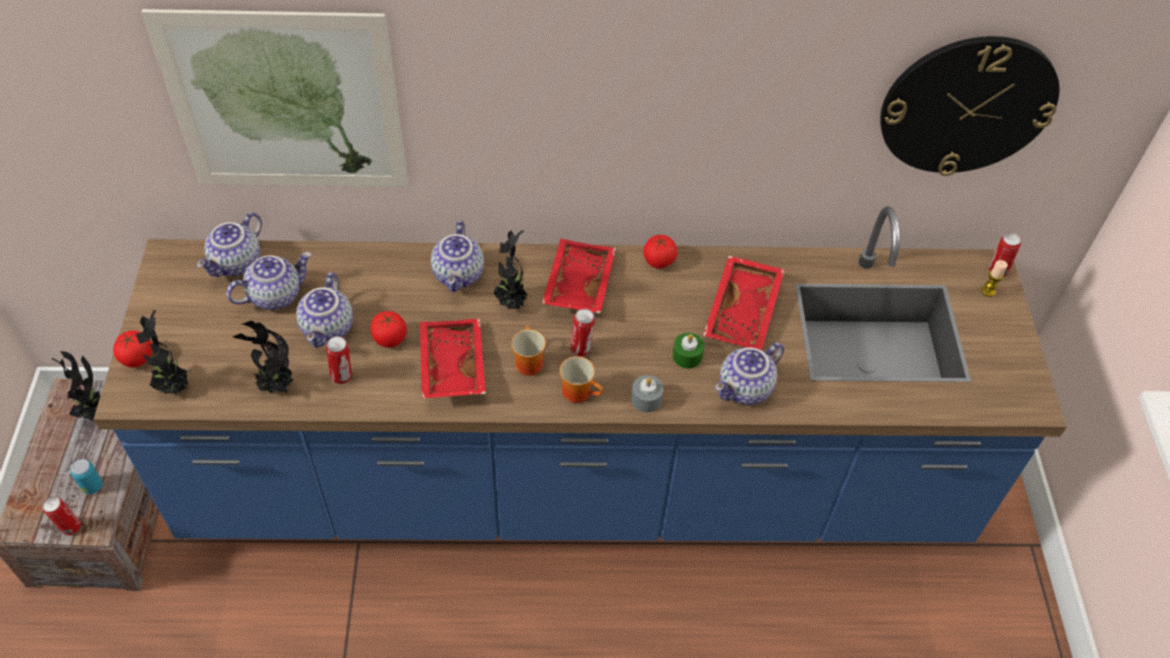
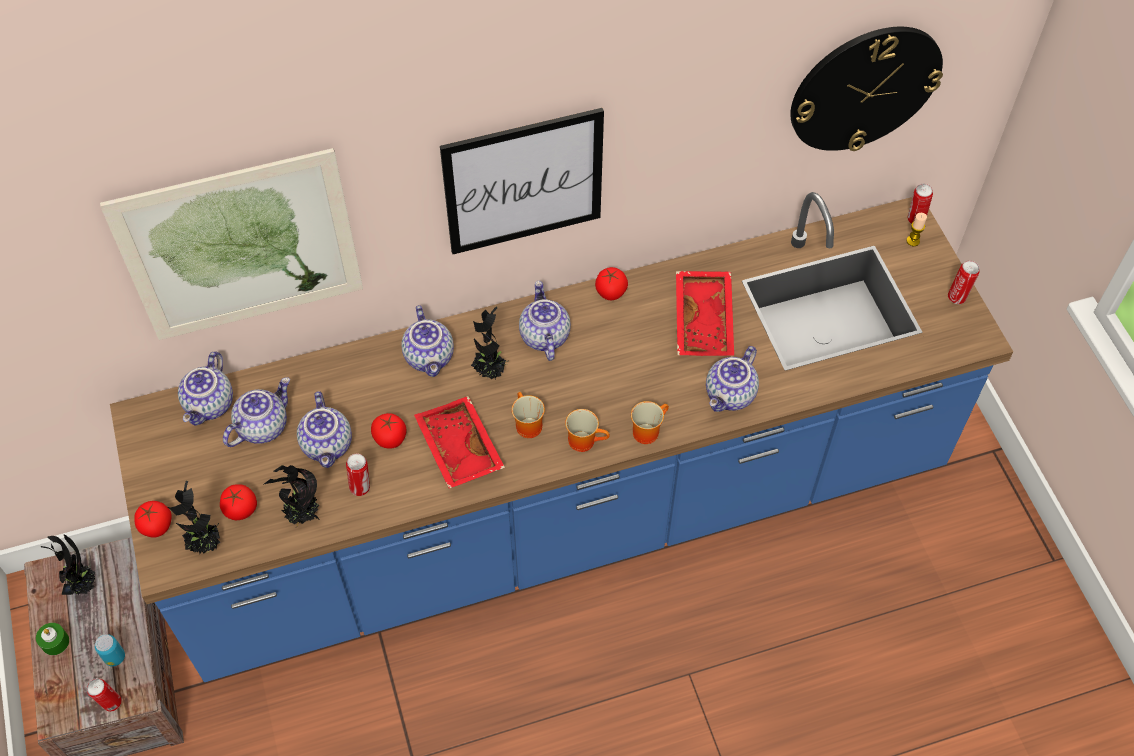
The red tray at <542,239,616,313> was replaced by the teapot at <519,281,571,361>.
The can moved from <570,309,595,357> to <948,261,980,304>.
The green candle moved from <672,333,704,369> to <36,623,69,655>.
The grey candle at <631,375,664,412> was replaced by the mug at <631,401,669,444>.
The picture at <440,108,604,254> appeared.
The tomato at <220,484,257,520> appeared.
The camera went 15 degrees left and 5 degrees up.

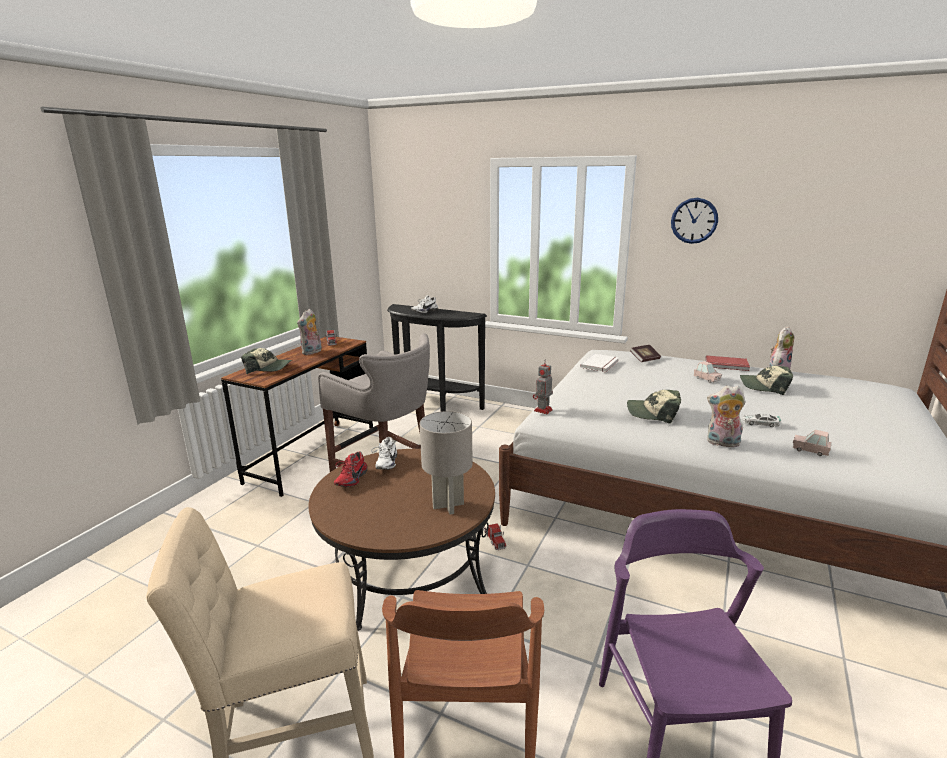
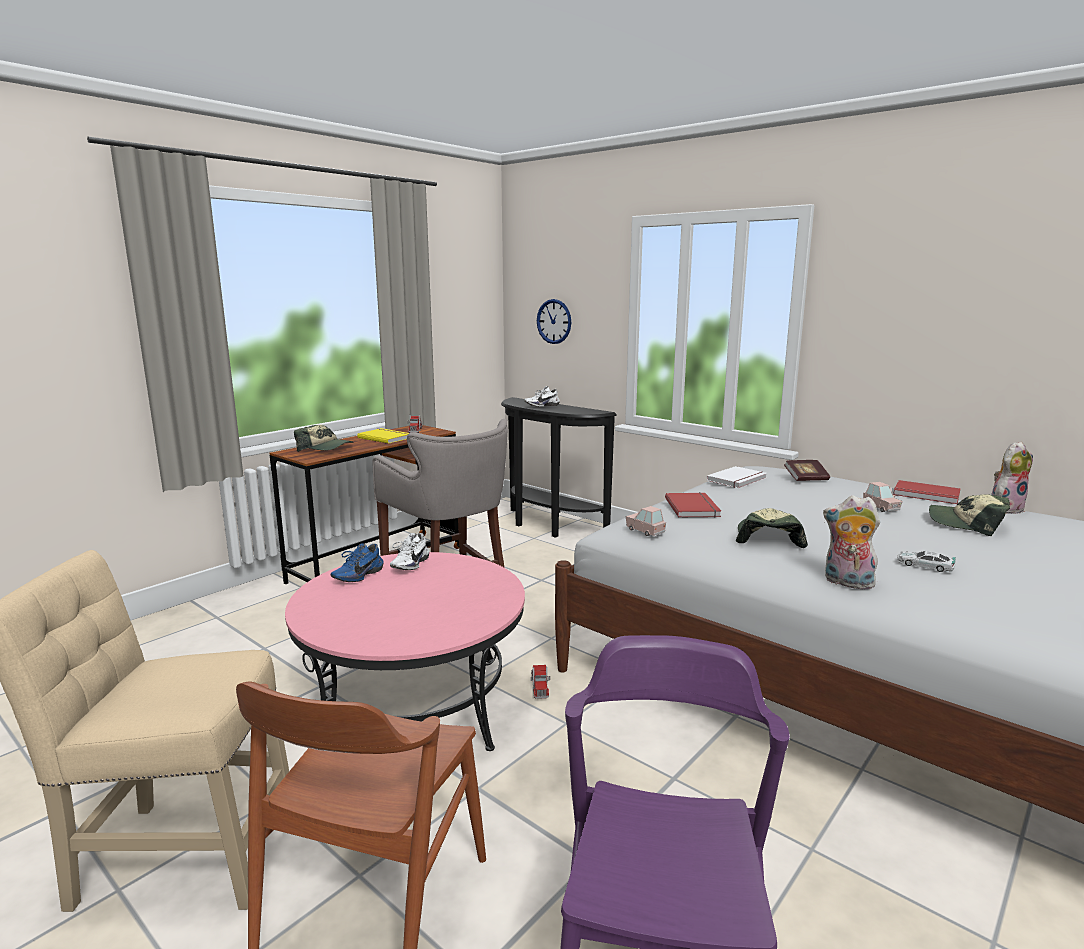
The wall clock moved from <671,198,718,244> to <537,299,571,344>.
The plush toy at <297,309,322,355> was replaced by the yellow book at <357,428,409,444>.
The toy robot at <533,361,553,414> disappeared.
The cap at <627,390,681,424> turned 75 degrees clockwise.
The grey table lamp at <420,411,473,514> disappeared.
The pink toy car moved from <793,430,832,456> to <626,506,666,536>.
The brown coffee table at <308,449,495,631> became the pink coffee table at <285,552,525,751>.
The red shoe at <334,452,367,487> became the blue shoe at <331,543,383,582>.
The red book at <665,492,721,517> appeared.
The camera went 15 degrees right and 5 degrees down.

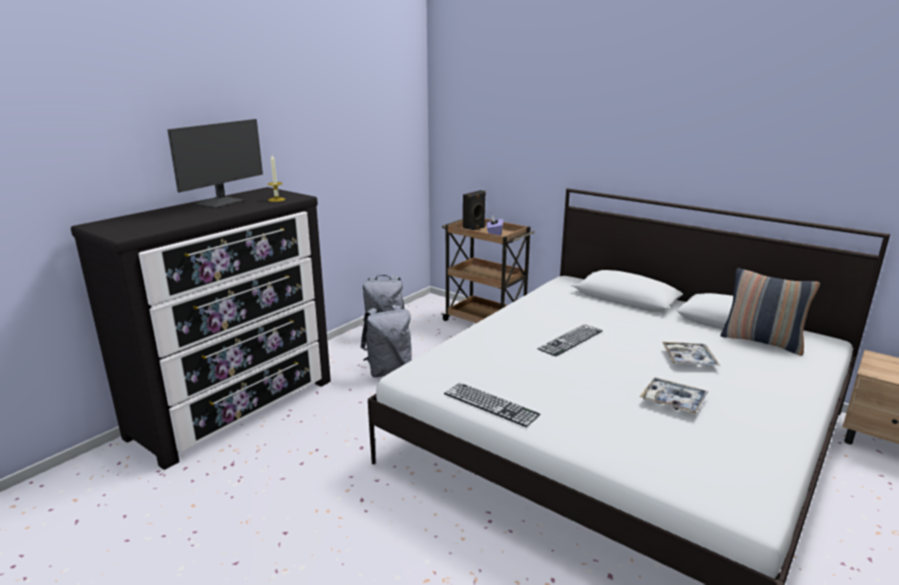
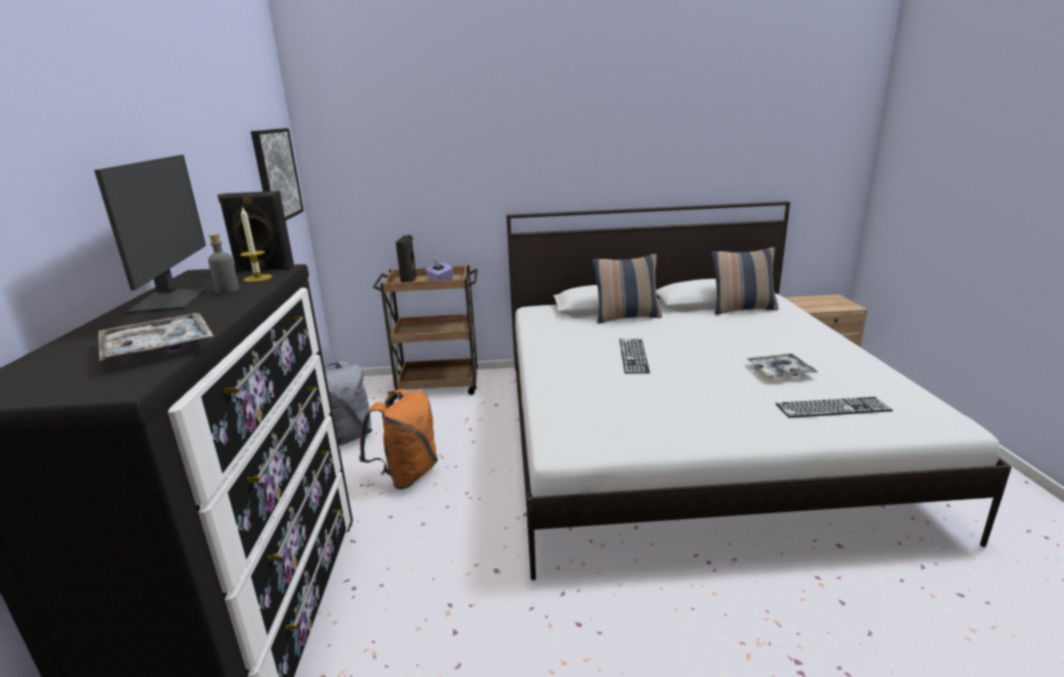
The grey backpack at <360,305,412,377> became the orange backpack at <359,389,438,489>.
The tray moved from <662,342,720,366> to <99,313,214,361>.
The keyboard moved from <444,383,540,427> to <776,397,893,418>.
The picture at <251,128,304,220> appeared.
The black speaker at <217,191,294,272> appeared.
The grey bottle at <208,234,239,294> appeared.
The pillow at <593,254,662,324> appeared.
The camera went 40 degrees left and 0 degrees up.

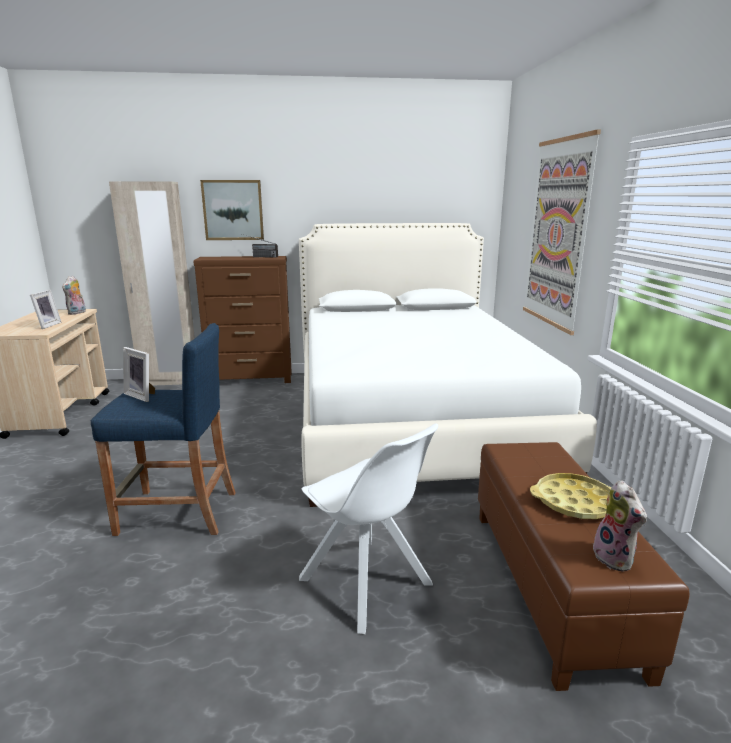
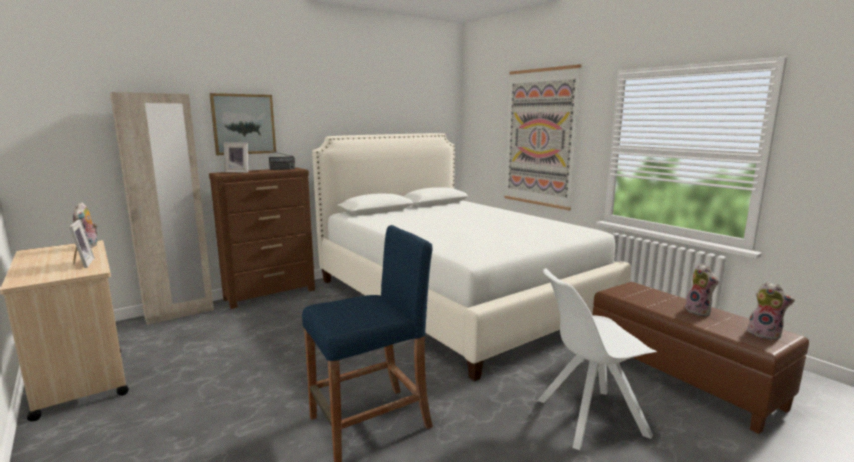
The picture frame moved from <123,347,155,402> to <224,143,248,173>.
The white chair at <299,423,438,634> turned 150 degrees clockwise.
The yellow tray at <530,473,612,519> was replaced by the plush toy at <685,264,719,316>.
The camera went 30 degrees left and 5 degrees down.

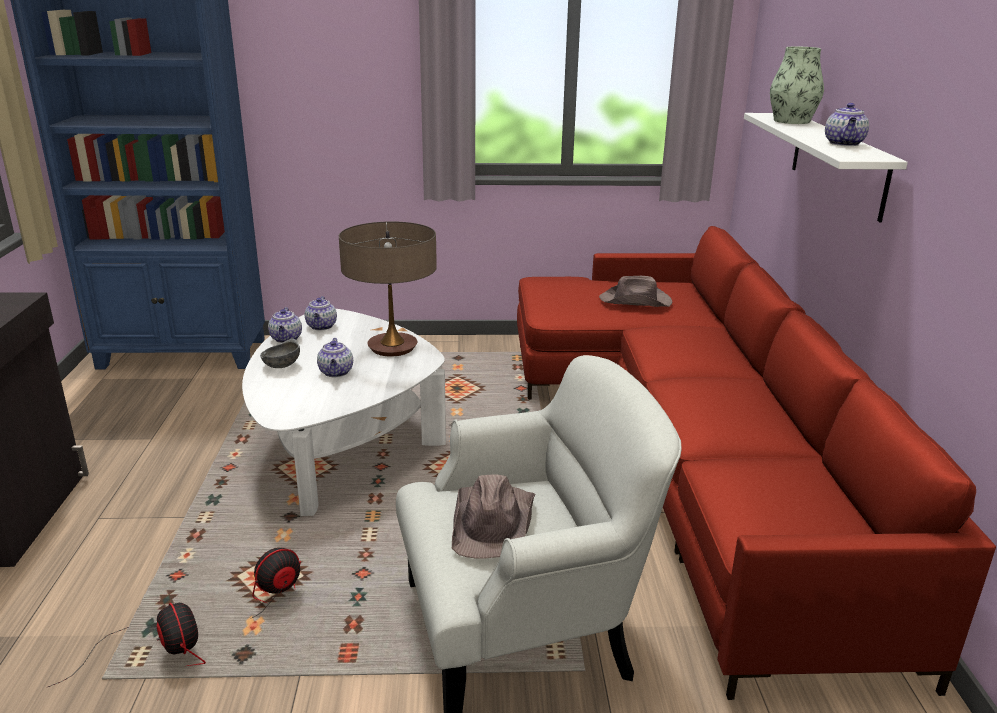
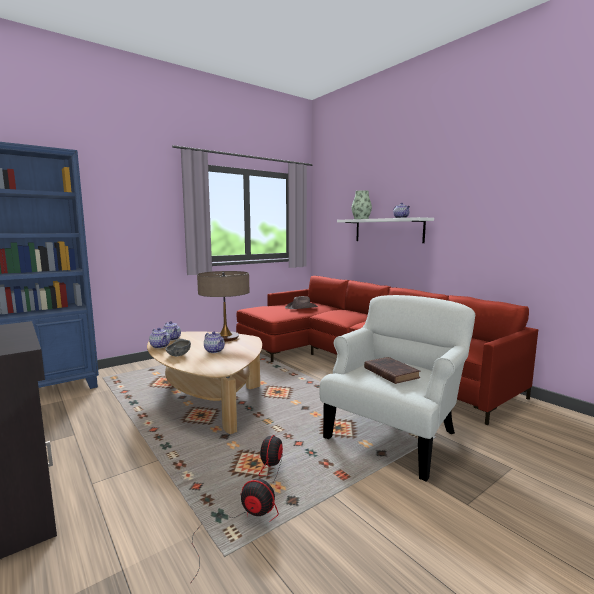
The white coffee table at <242,309,446,516> became the brown coffee table at <147,332,262,434>.
The brown hat at <452,474,535,559> was replaced by the brown book at <364,357,420,384>.
The camera went 35 degrees left and 15 degrees down.

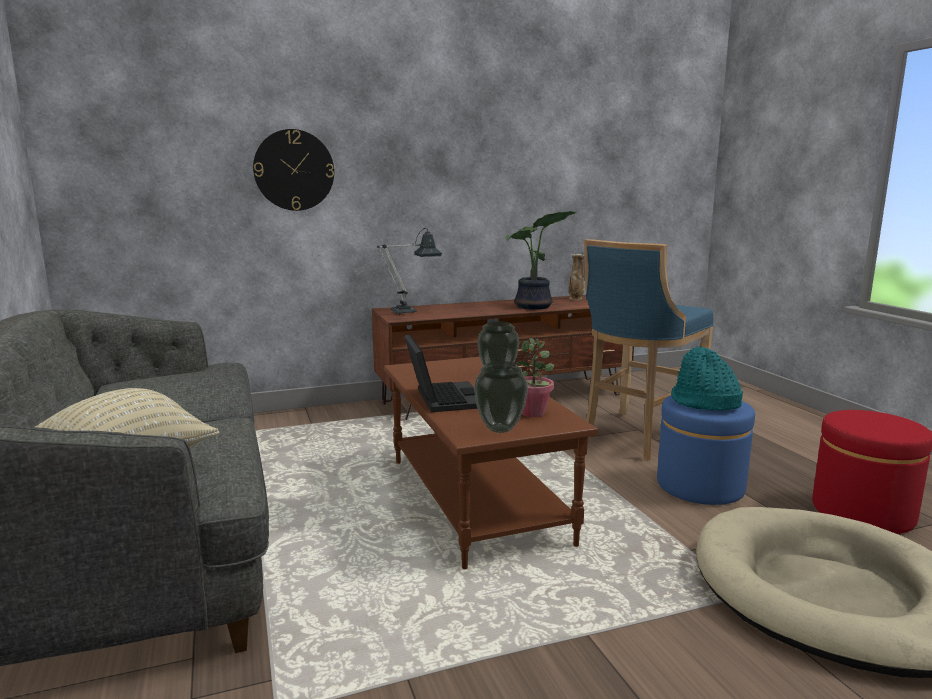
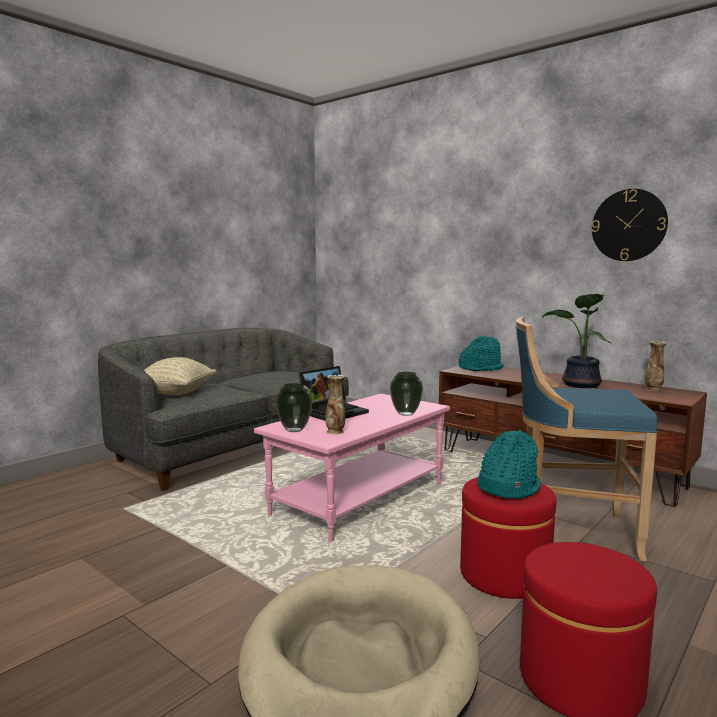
The wall clock moved from <253,129,334,211> to <591,189,668,261>.
The table lamp at <377,228,442,314> was replaced by the turquoise hat at <459,336,504,371>.
The potted plant at <516,338,554,417> was replaced by the vase at <326,375,345,434>.
The brown coffee table at <384,357,598,569> became the pink coffee table at <254,394,450,542>.
The blue ottoman at <657,395,755,505> became the red ottoman at <460,477,556,599>.
The camera went 60 degrees right and 5 degrees down.

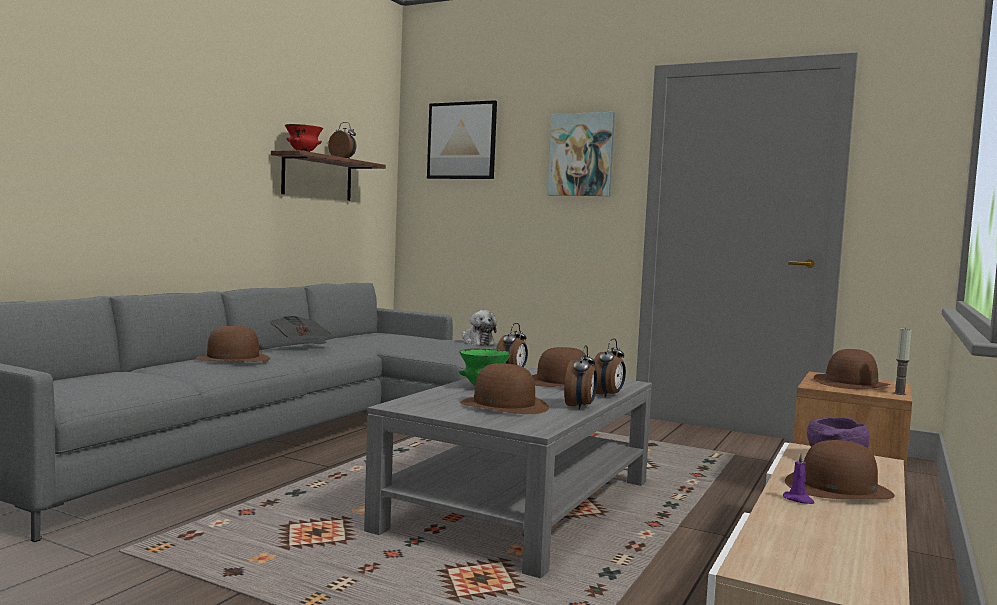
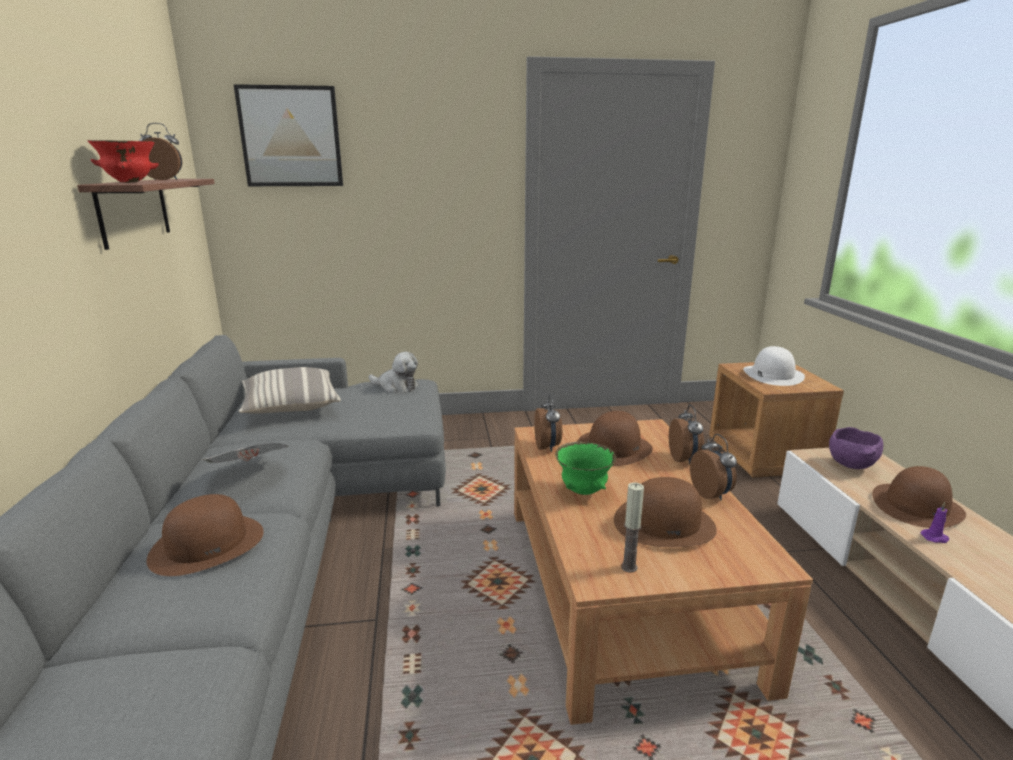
The picture at <548,112,615,196> disappeared.
The candle moved from <894,327,912,395> to <621,483,644,573>.
The brown hat at <814,349,890,389> became the white hat at <743,346,805,386>.
The grey coffee table at <364,366,652,578> became the brown coffee table at <514,419,813,725>.
The pillow at <239,367,341,414> appeared.
The camera went 35 degrees left and 15 degrees up.

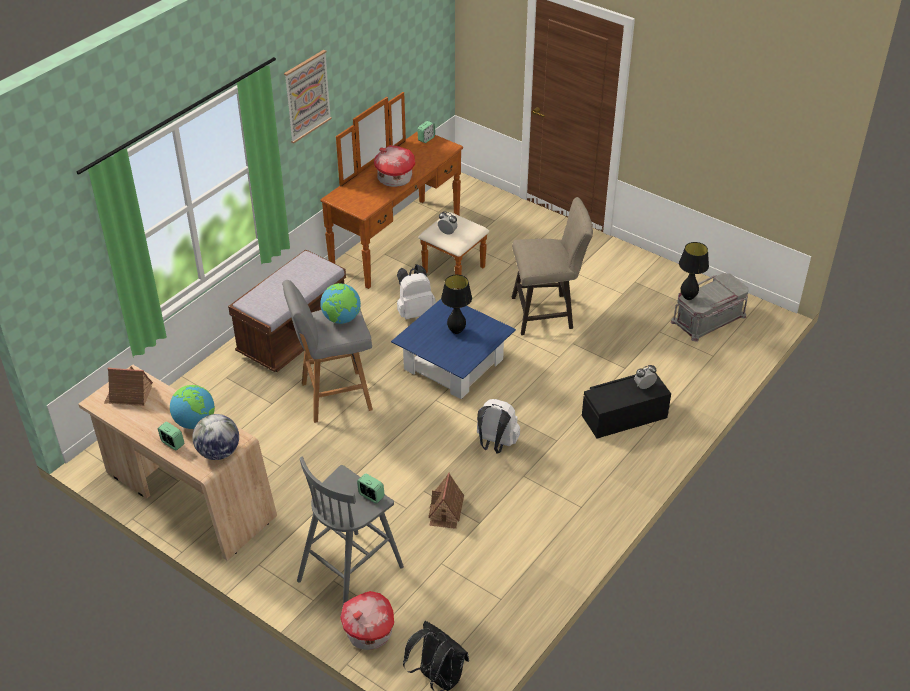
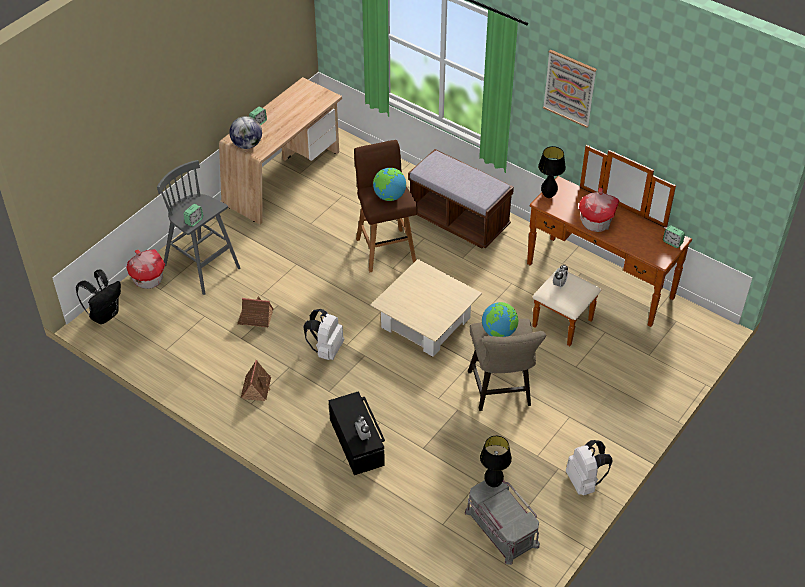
The white backpack moved from <397,264,436,320> to <566,440,612,496>.
The black table lamp moved from <441,275,472,334> to <538,146,566,198>.
The grey stool at <282,280,373,423> became the brown stool at <354,140,417,272>.
The blue coffee table at <391,299,516,399> became the beige coffee table at <370,259,482,357>.
The toy house moved from <104,366,153,406> to <241,360,271,401>.
The globe moved from <170,385,215,429> to <482,302,518,337>.
The camera went 90 degrees right and 5 degrees up.

